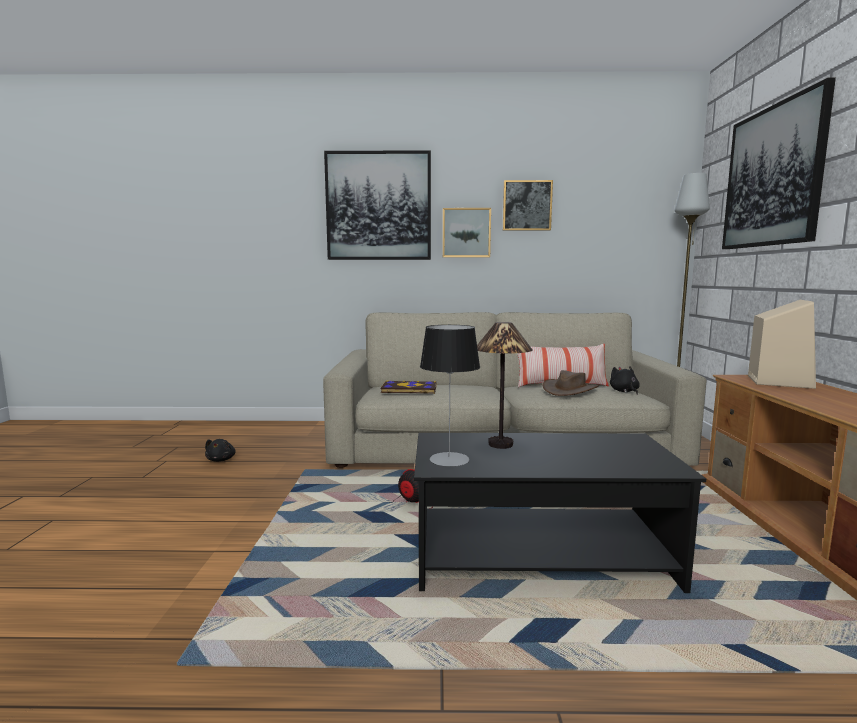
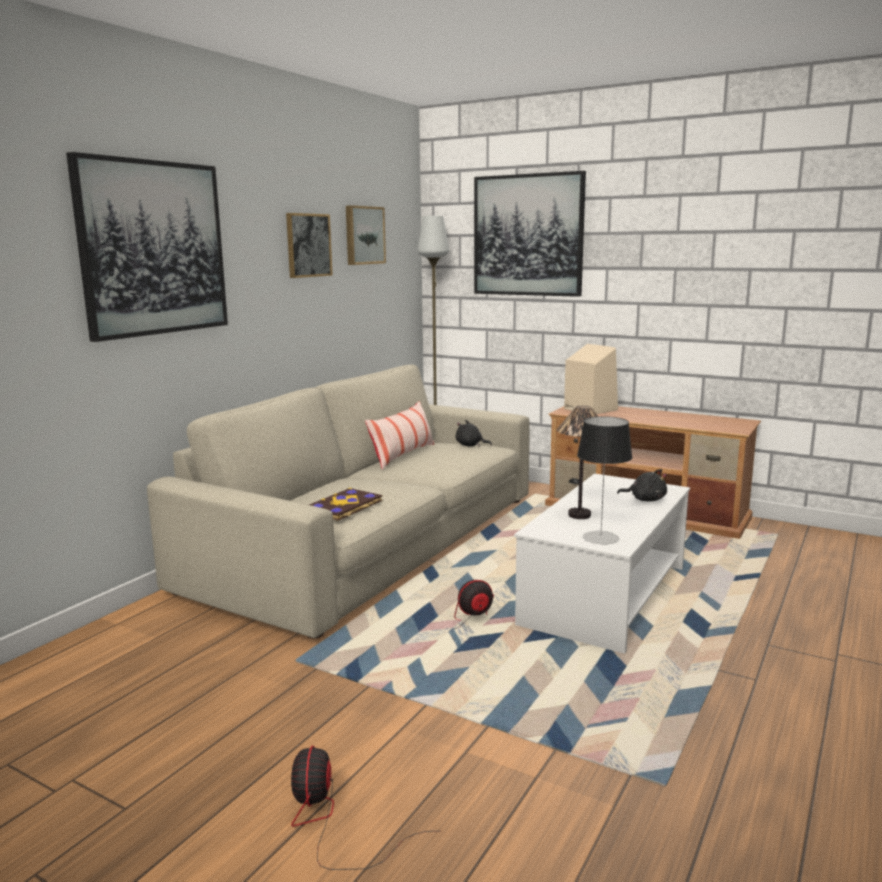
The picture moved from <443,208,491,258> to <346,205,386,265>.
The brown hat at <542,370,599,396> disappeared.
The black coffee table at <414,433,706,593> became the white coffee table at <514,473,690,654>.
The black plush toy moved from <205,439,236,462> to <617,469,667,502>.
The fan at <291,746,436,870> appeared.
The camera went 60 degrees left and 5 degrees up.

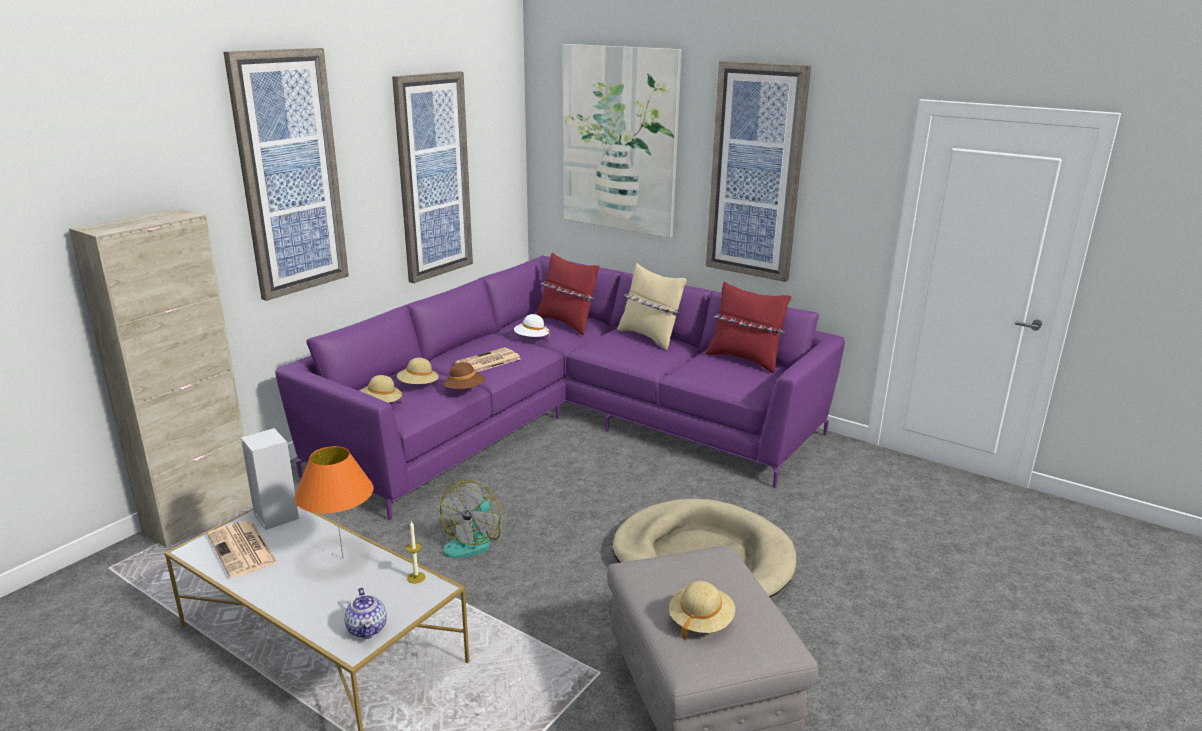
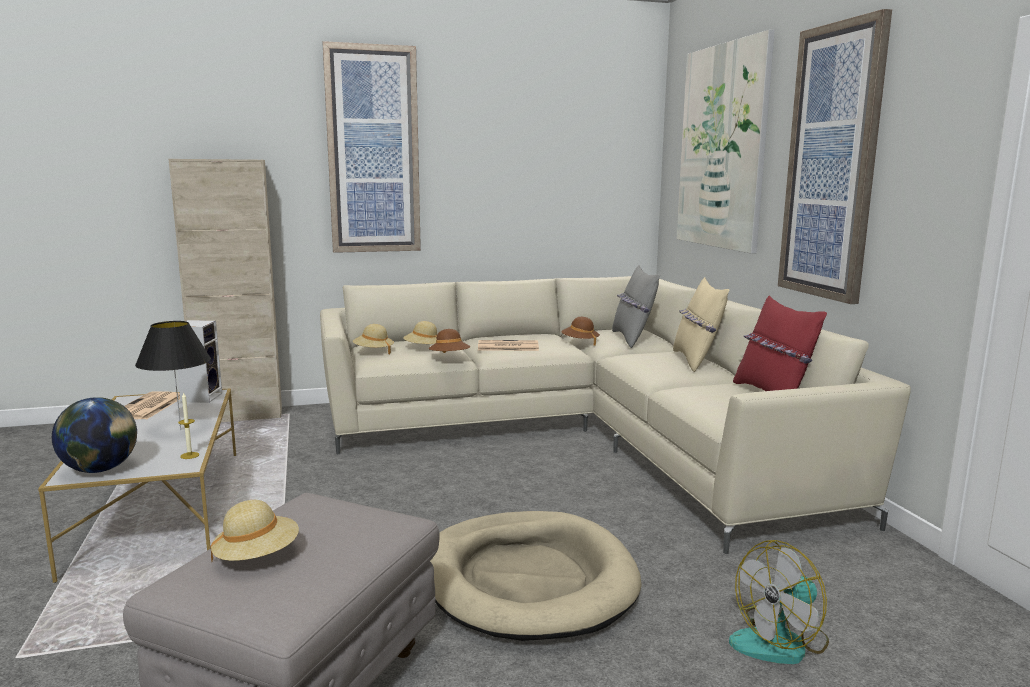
The picture at <392,71,473,283> disappeared.
The red pillow at <536,252,600,335> became the grey pillow at <612,265,660,348>.
The purple sofa at <275,255,845,520> became the beige sofa at <320,276,911,554>.
The white hat at <514,314,550,340> became the brown hat at <562,317,600,346>.
The orange table lamp at <294,446,374,558> became the black table lamp at <135,321,211,430>.
The fan moved from <440,480,501,558> to <729,540,829,664>.
The teapot at <344,588,387,639> was replaced by the globe at <52,397,137,473>.
The camera went 40 degrees right and 10 degrees down.

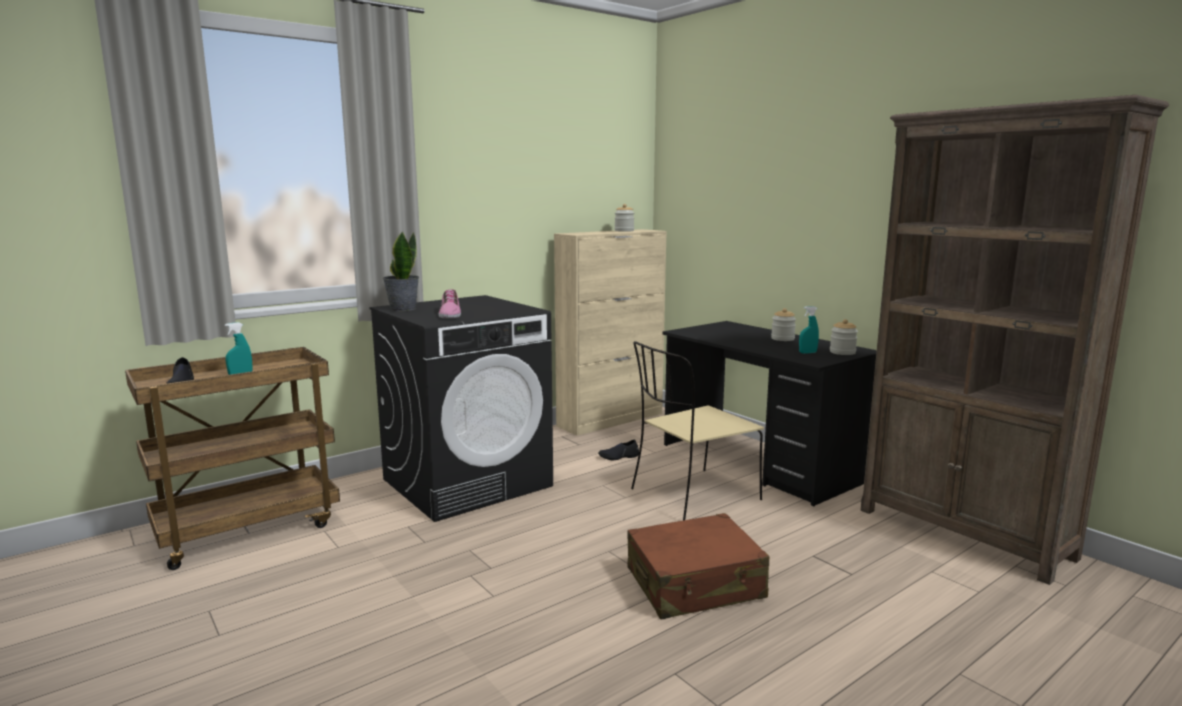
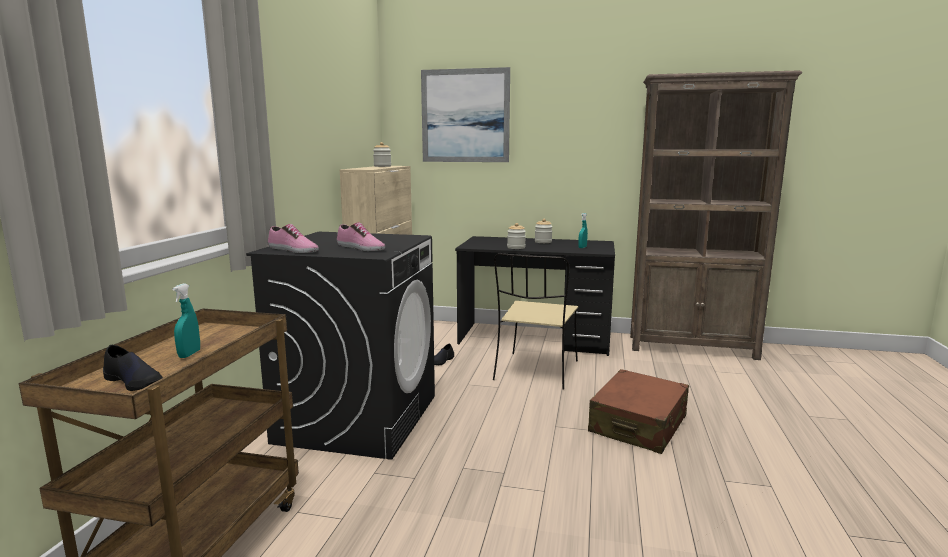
The potted plant at <383,232,419,311> was replaced by the shoe at <268,224,319,253>.
The jar moved from <830,319,858,355> to <507,223,526,249>.
The picture at <421,67,510,162> appeared.
The camera went 40 degrees left and 0 degrees up.

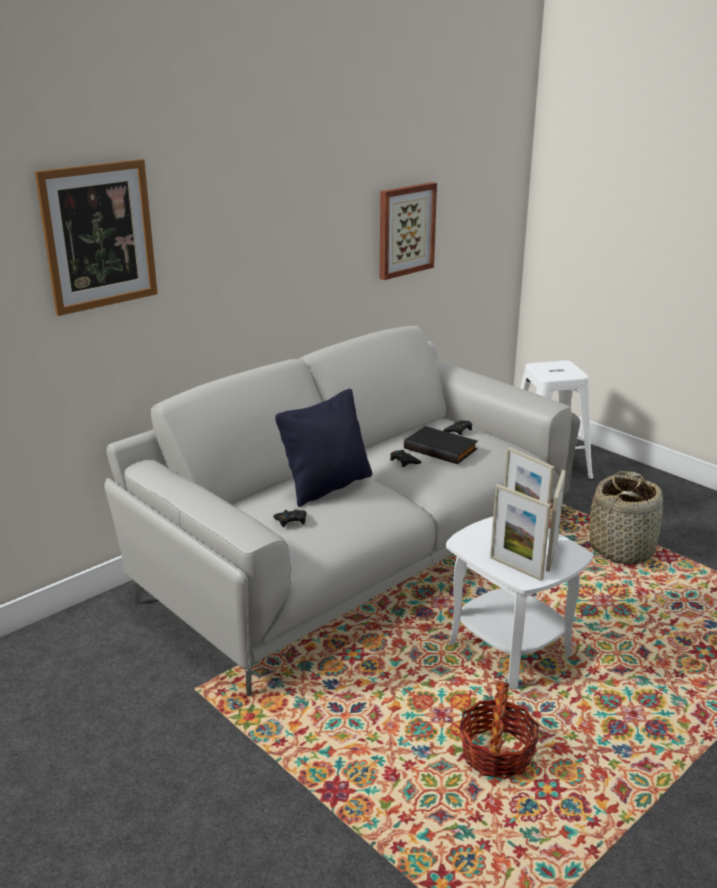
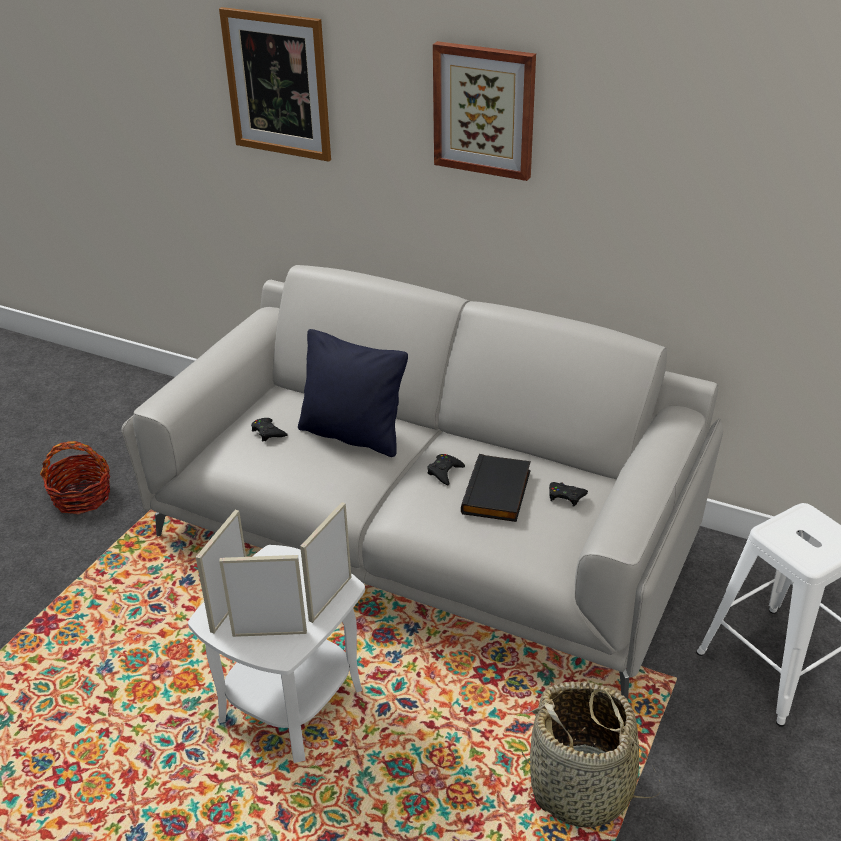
The picture moved from <380,182,437,280> to <433,41,536,181>.
The basket moved from <459,682,539,779> to <40,441,110,514>.
The camera went 70 degrees right and 10 degrees up.

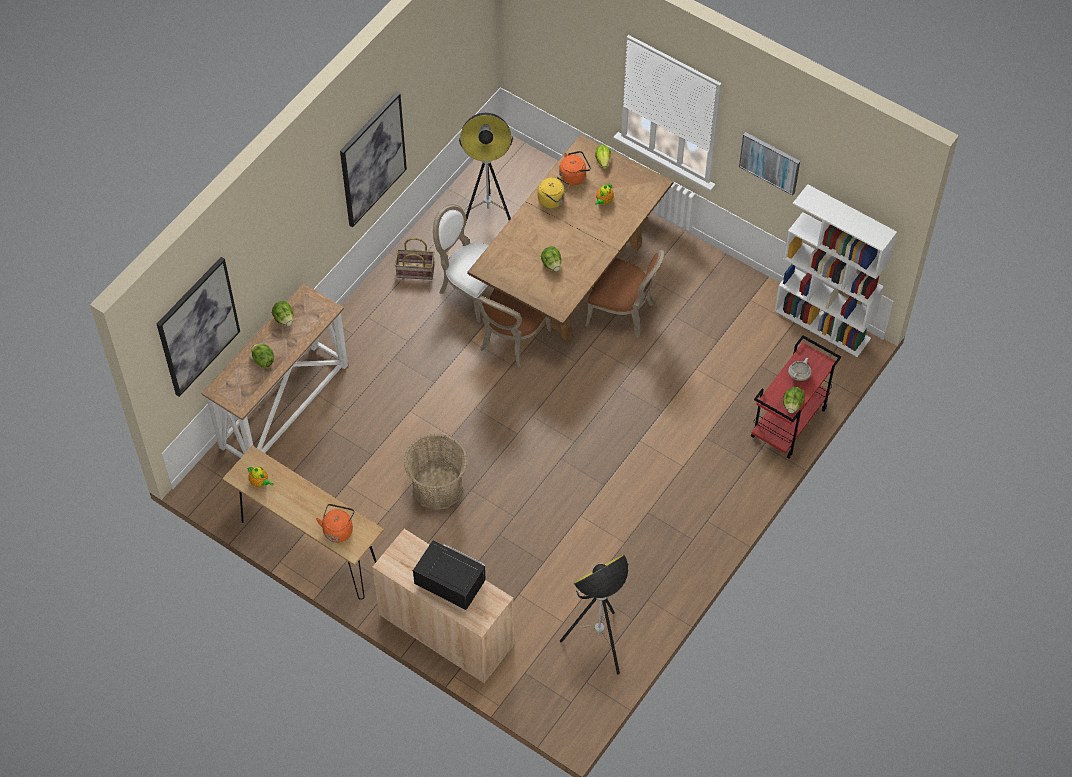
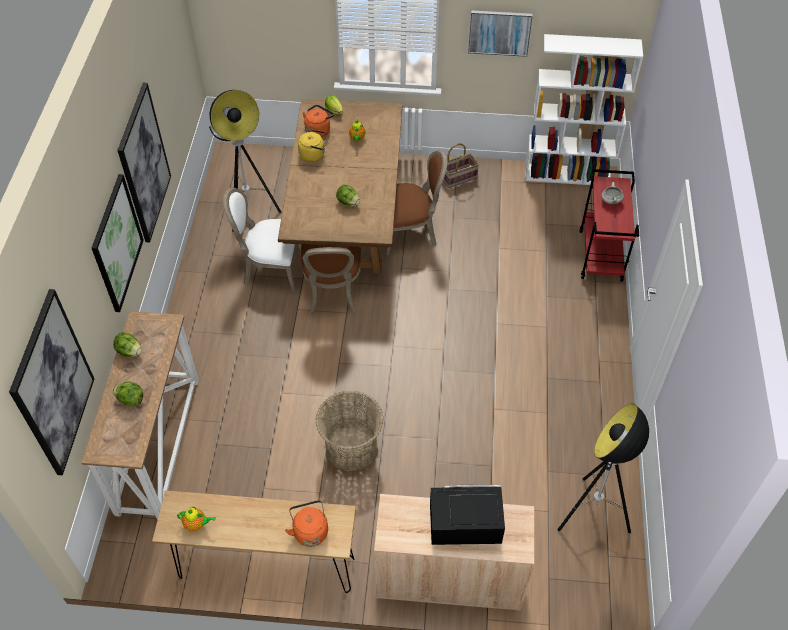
The basket moved from <395,238,435,280> to <443,143,479,188>.
The lettuce at <783,387,805,413> disappeared.
The picture at <92,174,144,312> appeared.
The camera went 30 degrees left and 5 degrees down.

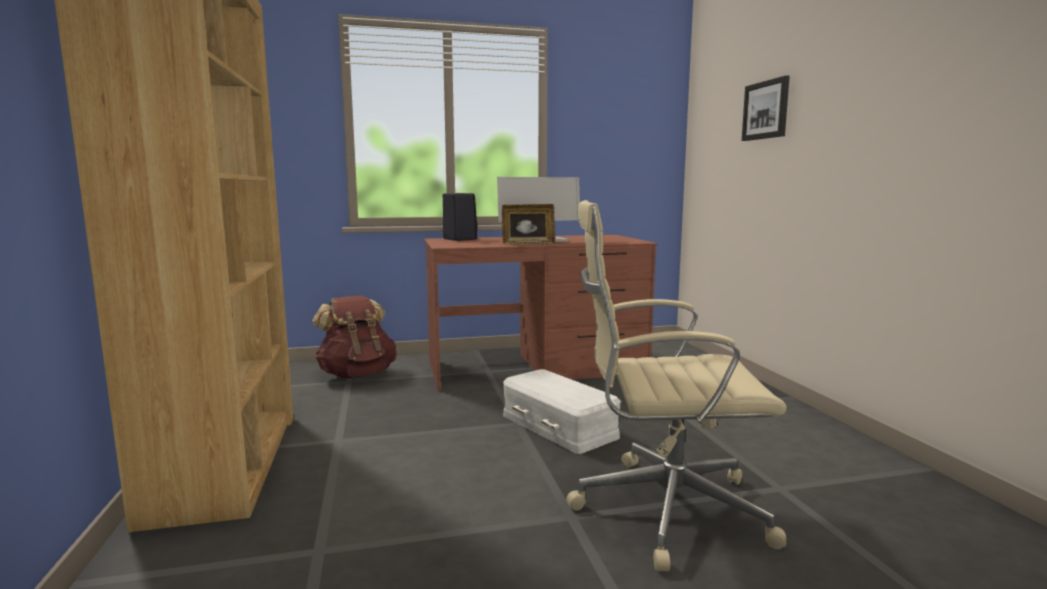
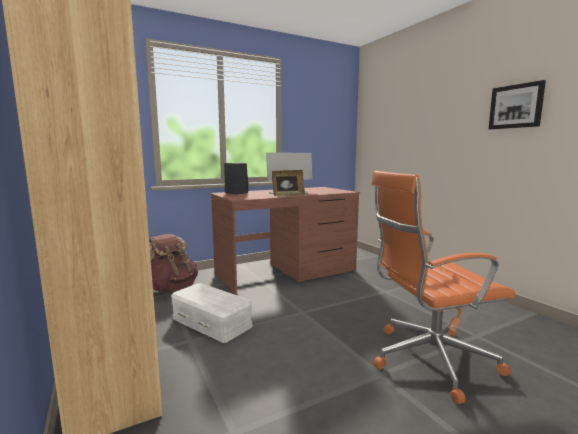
The picture moved from <742,75,790,141> to <488,80,546,130>.
The beige office chair at <566,200,787,571> became the orange office chair at <371,171,515,404>.
The white storage box moved from <503,369,621,454> to <171,283,253,343>.
The camera went 15 degrees left and 0 degrees up.

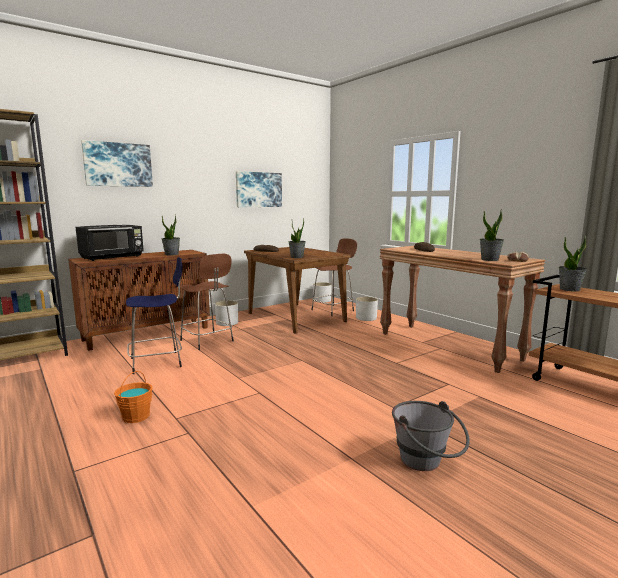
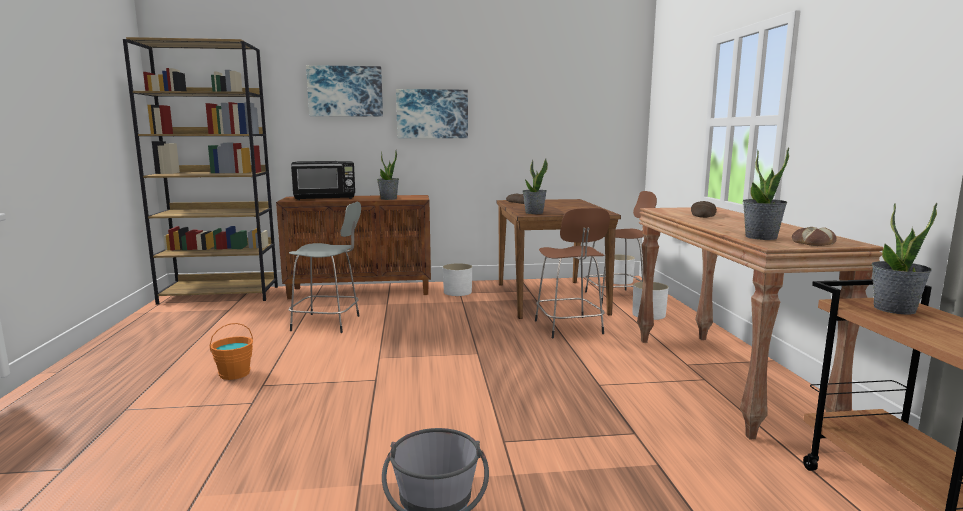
The picture moved from <236,171,282,207> to <396,89,468,138>.
The brown stool moved from <180,254,234,350> to <535,208,610,338>.
The blue stool at <126,258,182,374> became the grey stool at <289,202,361,333>.
The camera went 30 degrees right and 0 degrees up.

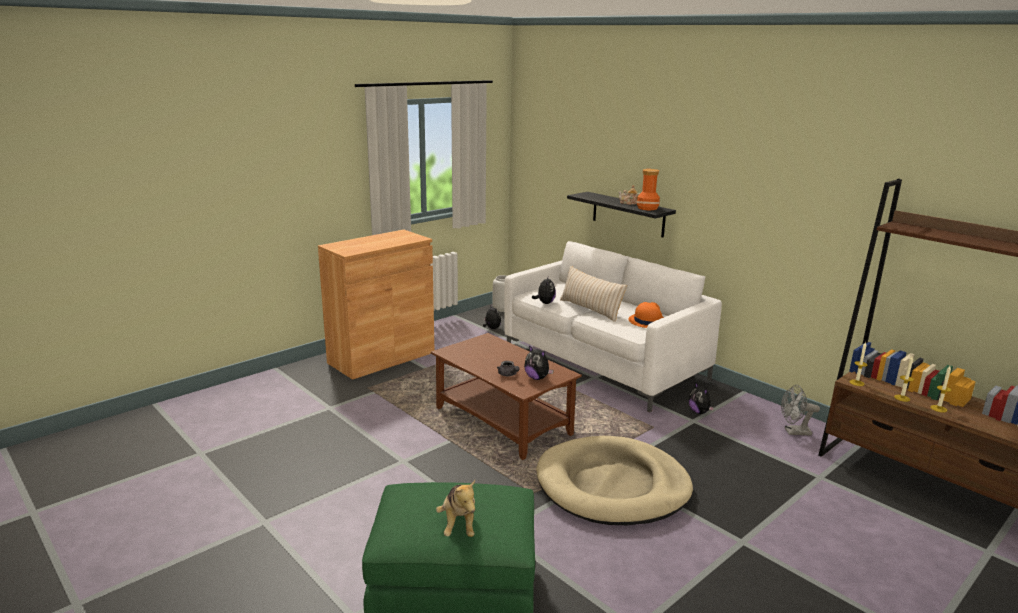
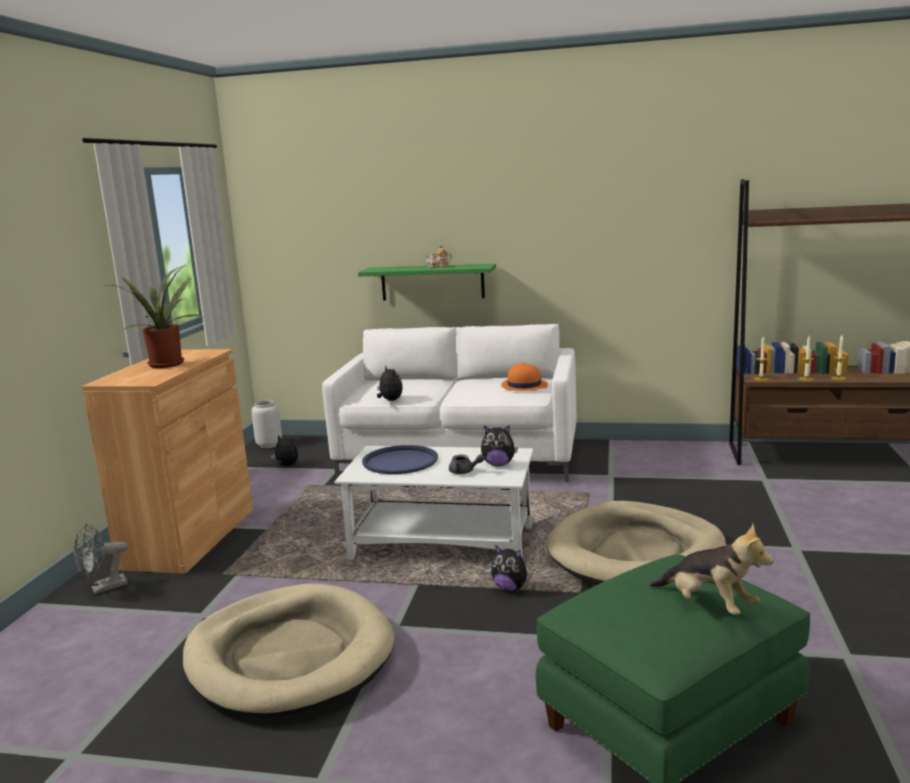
The vase at <636,169,660,210> disappeared.
The black shelf at <567,192,676,237> became the green shelf at <358,264,496,301>.
The beige pillow at <560,266,627,322> disappeared.
The brown coffee table at <431,333,582,460> became the white coffee table at <334,446,533,560>.
The plush toy moved from <689,382,714,414> to <491,545,533,591>.
The grey fan moved from <781,385,820,435> to <73,523,128,594>.
The potted plant at <110,265,204,368> appeared.
The blue tray at <362,445,438,474> appeared.
The beige dog bed at <183,583,394,717> appeared.
The camera went 35 degrees left and 5 degrees down.

